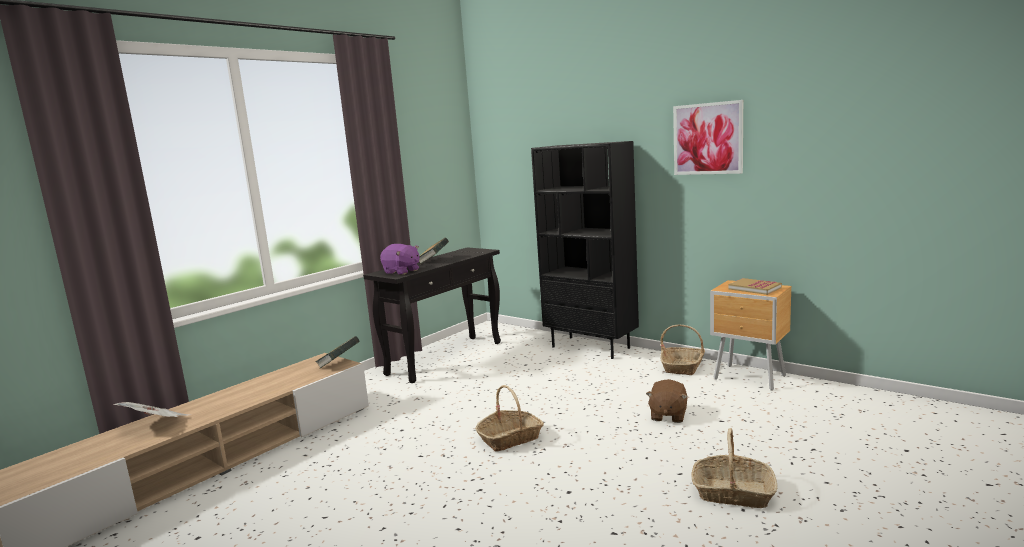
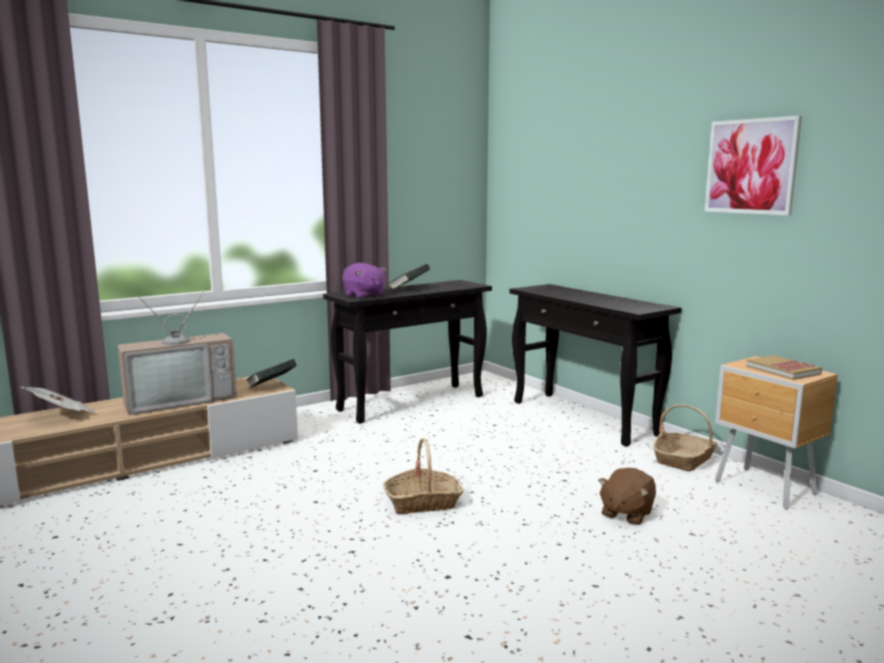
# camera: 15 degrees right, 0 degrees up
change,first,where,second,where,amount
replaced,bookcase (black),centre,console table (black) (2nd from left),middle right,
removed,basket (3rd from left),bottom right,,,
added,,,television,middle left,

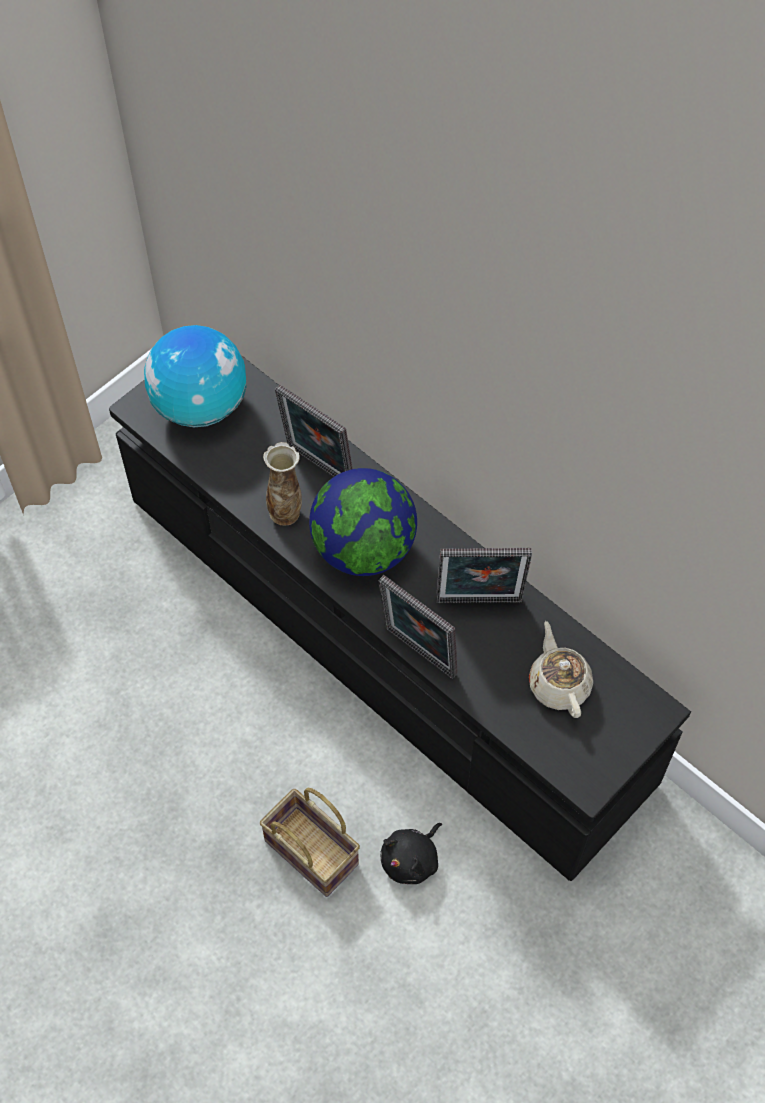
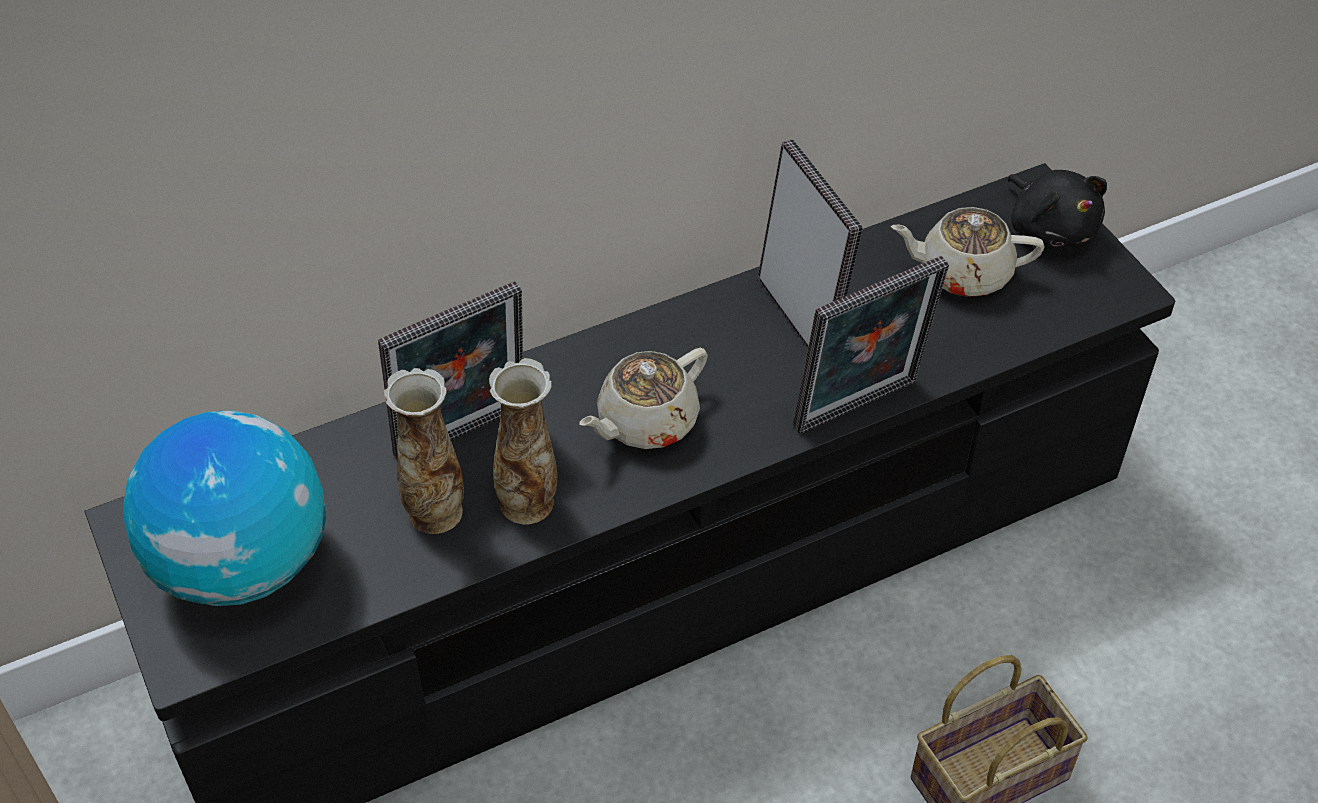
# camera: 70 degrees left, 10 degrees down
change,first,where,second,where,amount
replaced,globe (2nd from left),centre,teapot (beige) (1st from left),centre,
moved,plush toy (black),bottom centre,,top right,
turned,picture frame (3rd from left in the first image),centre,picture frame (2nd from left),top centre,45 degrees counterclockwise
added,,,vase (1st from left),middle left,

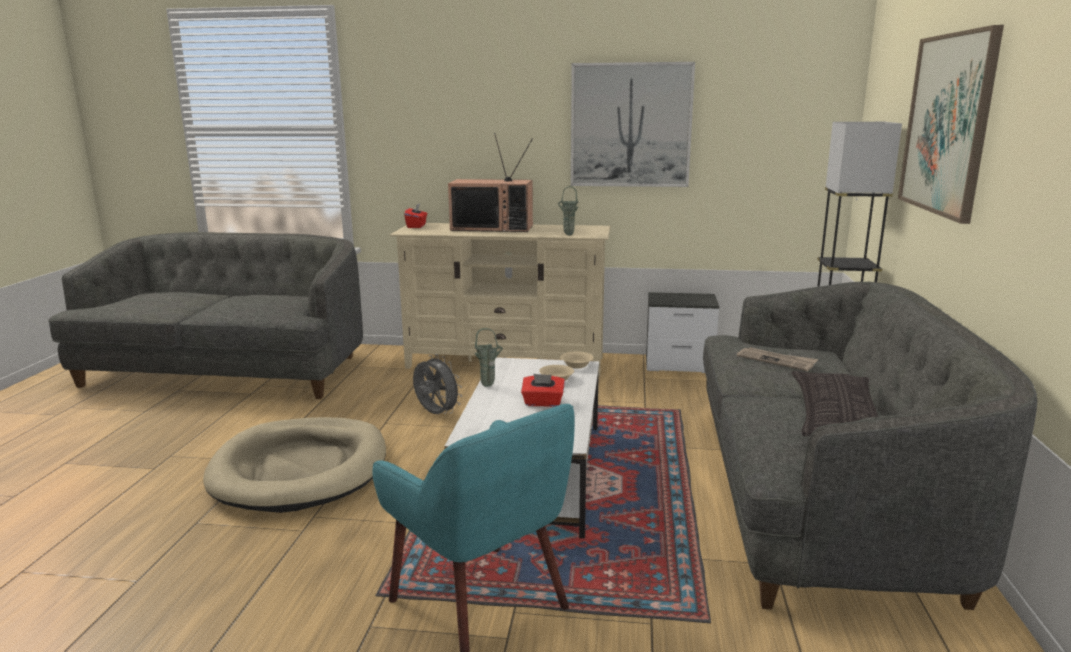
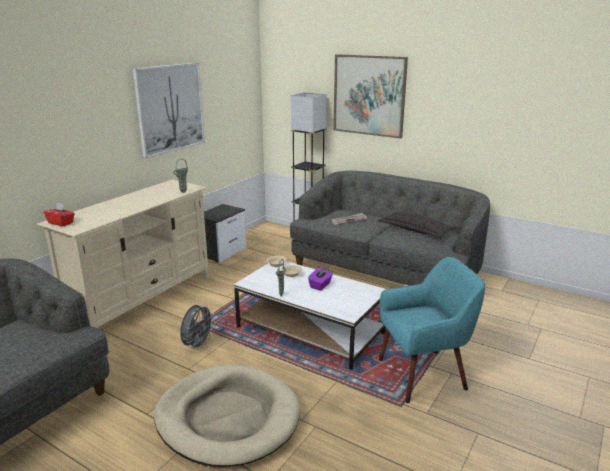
# camera: 65 degrees left, 5 degrees up
change,first,where,second,where,amount
turned,fan (grey),centre,,bottom left,135 degrees clockwise
removed,television,top centre,,,
recoloured,tissue box (red) (2nd from left),centre,tissue box (purple),centre,

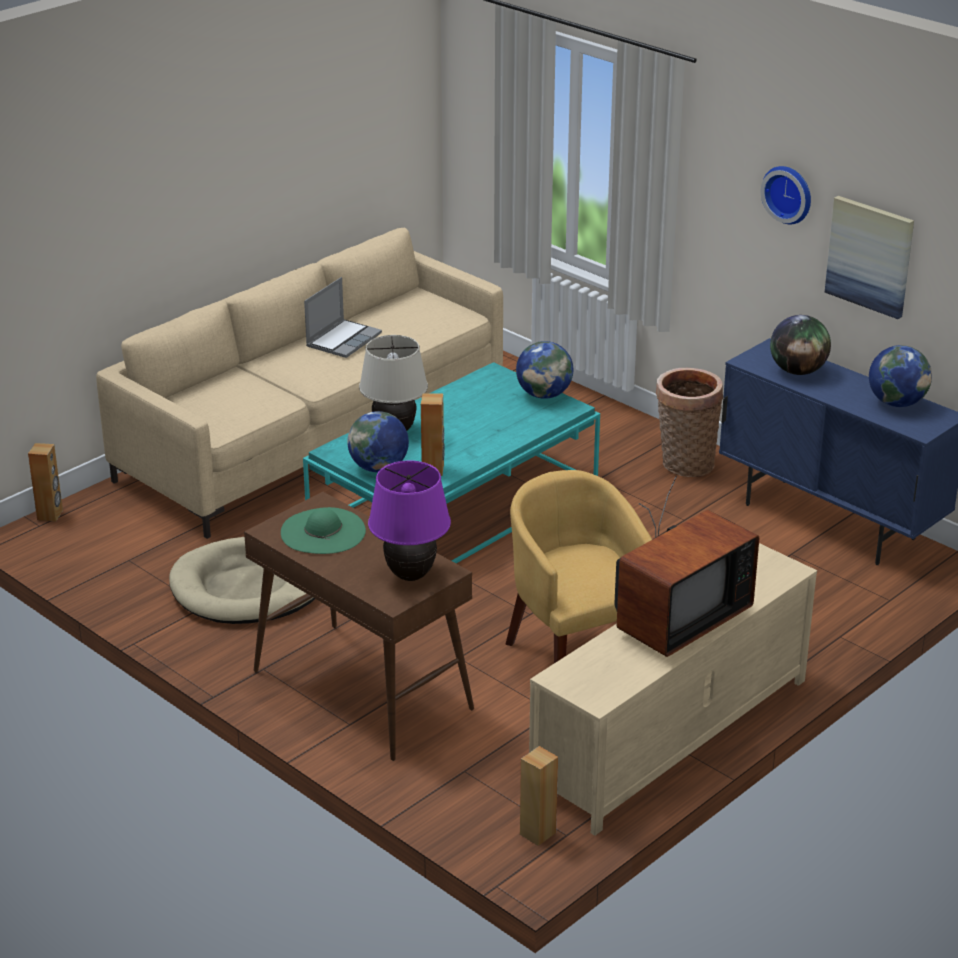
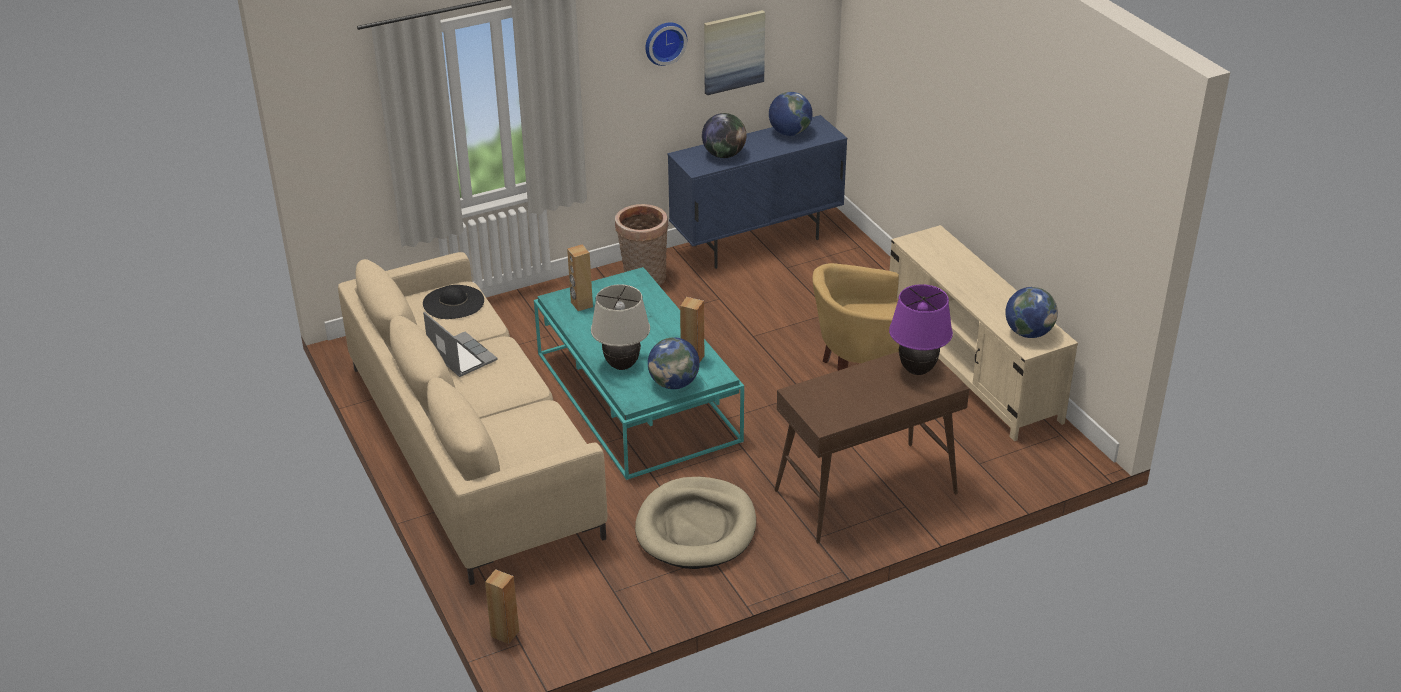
# camera: 70 degrees left, 5 degrees up
change,first,where,second,where,amount
removed,hat (green),centre,,,
moved,globe (2nd from left in the first image),centre,globe (4th from left),middle right,
moved,speaker (brown) (3rd from left in the first image),bottom centre,speaker (brown) (2nd from left),centre,
removed,television,middle right,,,
added,,,hat (black),middle left,

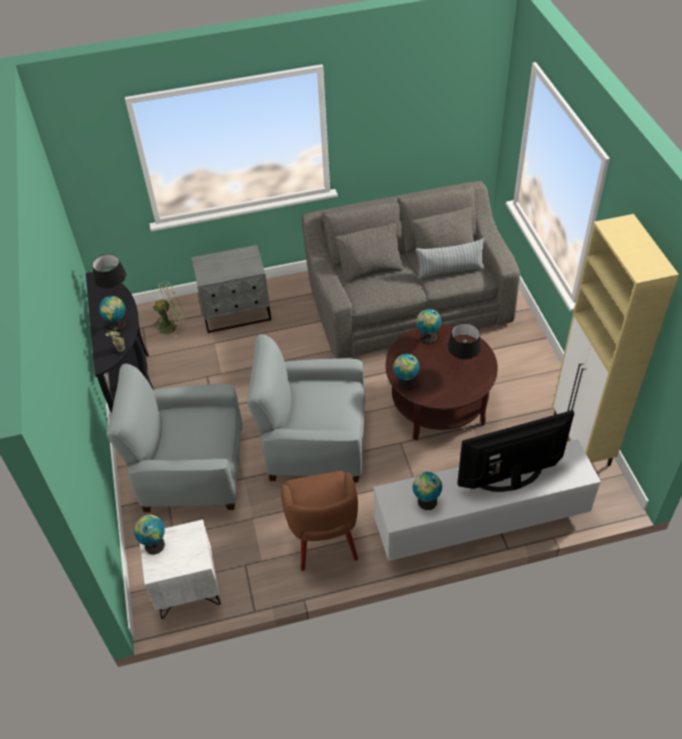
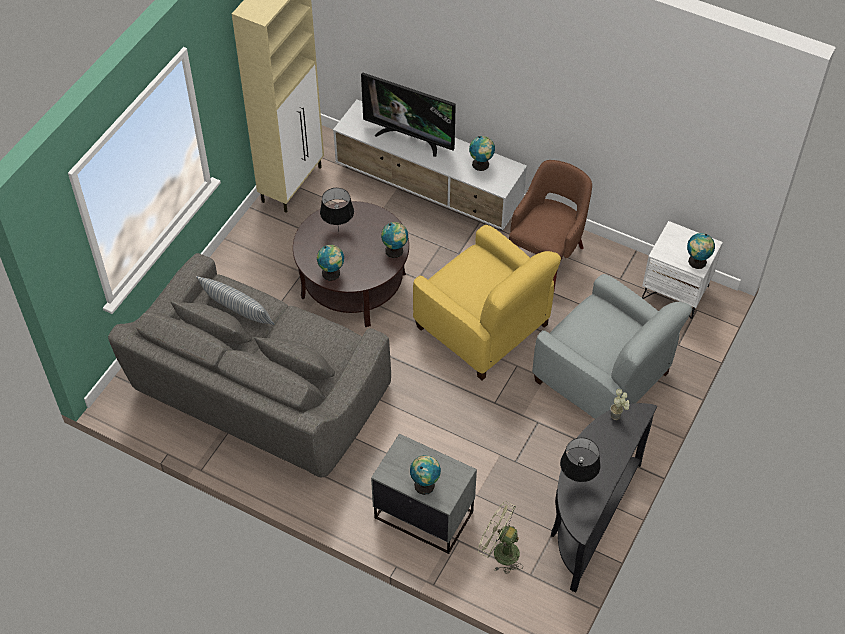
# camera: 140 degrees left, 5 degrees up
change,first,where,second,where,amount
moved,globe (1st from left in the first image),middle left,globe (3rd from left),bottom centre,
recoloured,armchair (grey) (2nd from left),centre,armchair (yellow),centre,

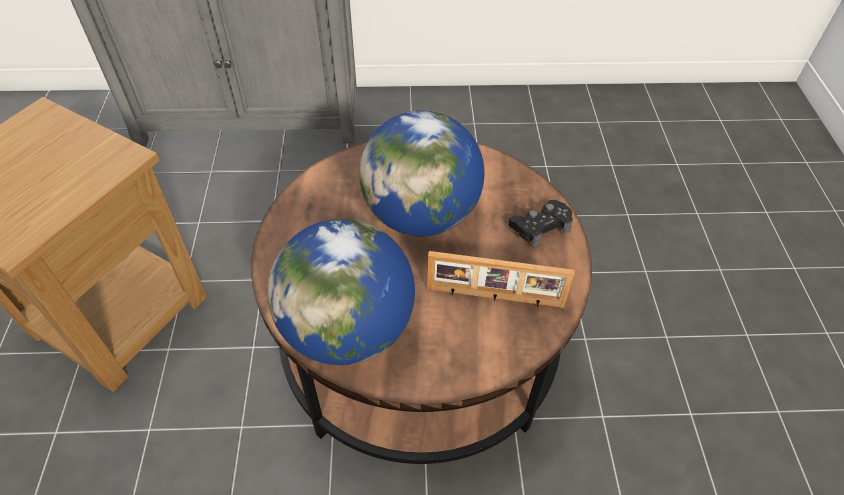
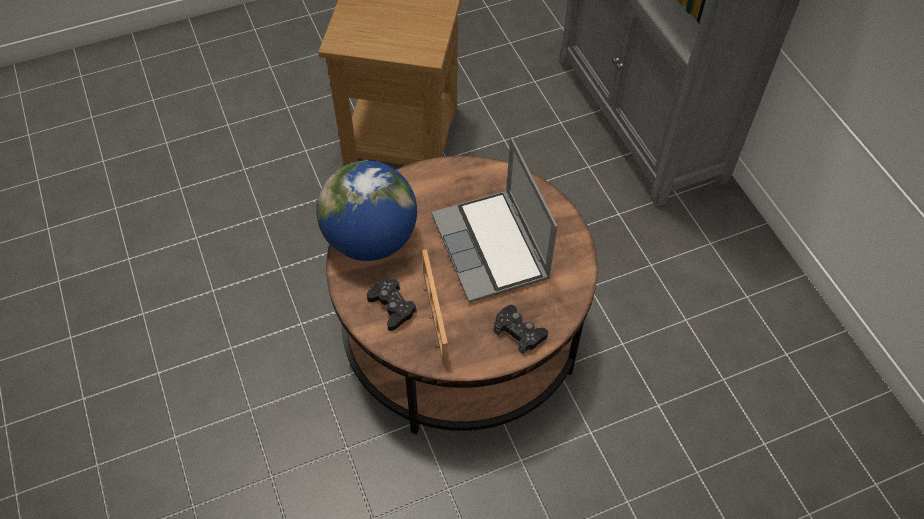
# camera: 70 degrees right, 5 degrees up
change,first,where,second,where,amount
replaced,globe (2nd from left),centre,laptop,centre,
added,,,game controller (black) (1st from left),centre,

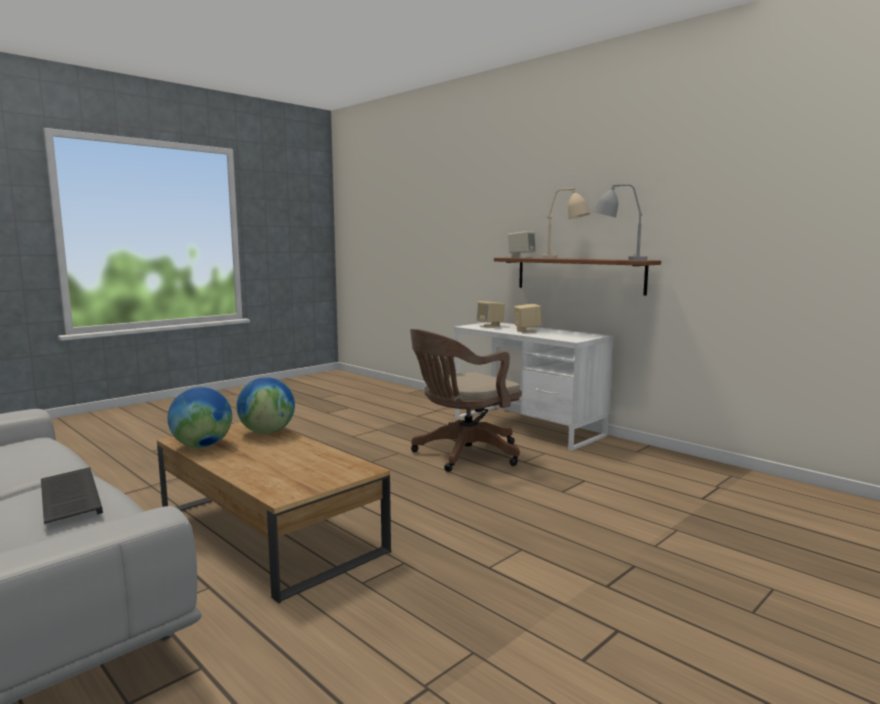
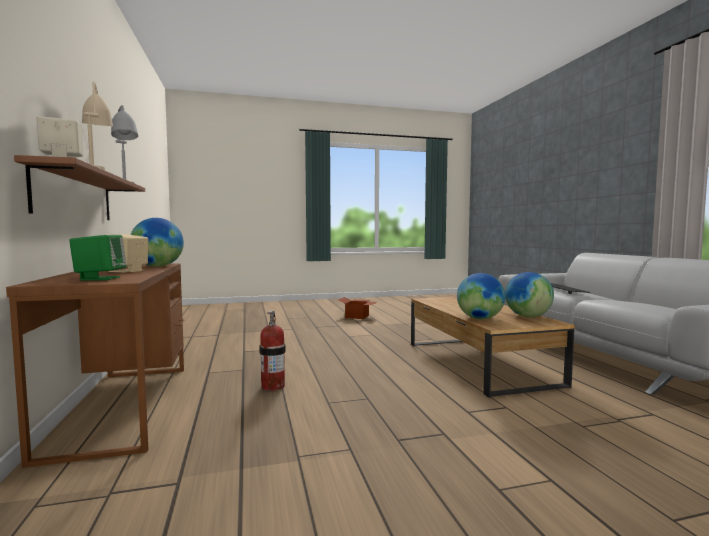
# camera: 150 degrees left, 5 degrees down
change,first,where,second,where,amount
replaced,office chair (brown),centre,fire extinguisher,centre,
recoloured,desk (white),centre,desk (brown),bottom left,
recoloured,speaker (beige) (1st from left),centre,speaker (green),middle left,
added,,,globe (1st from left),middle left,
added,,,cardboard box,centre,

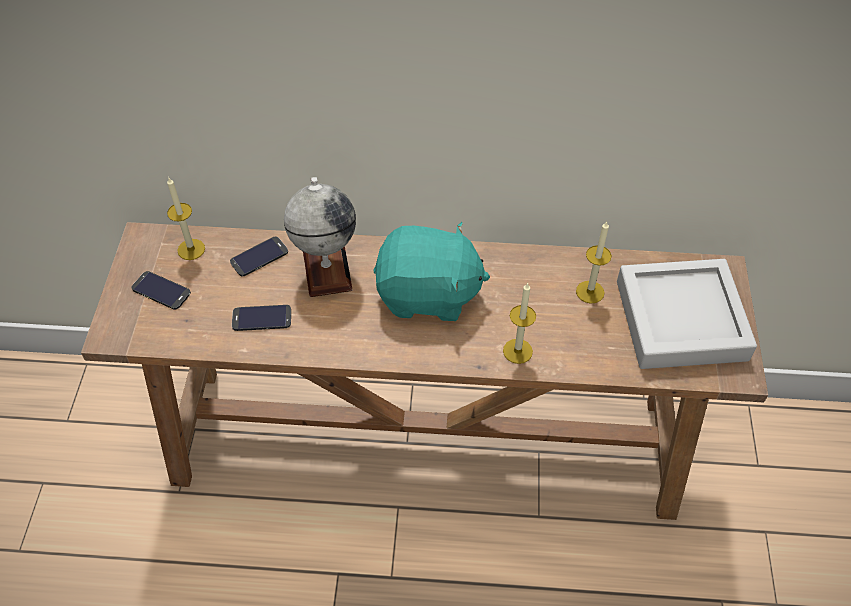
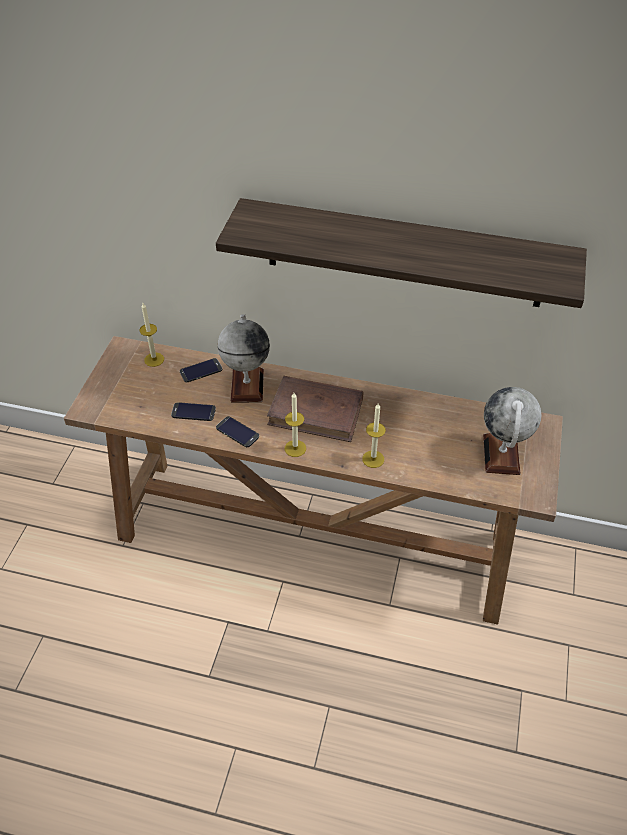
# camera: 10 degrees right, 5 degrees down
change,first,where,second,where,amount
moved,phone (1st from left in the first image),middle left,phone (3rd from left),centre,
replaced,plush toy (turquoise),centre,book (brown),centre,
moved,candle (3rd from left in the first image),middle right,candle (2nd from left),centre,
replaced,tray (grey),middle right,globe (2nd from left),middle right,
added,,,shelf,top centre,

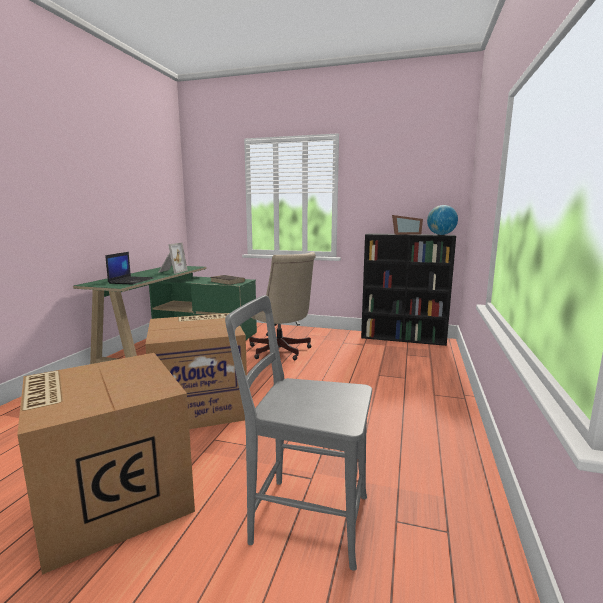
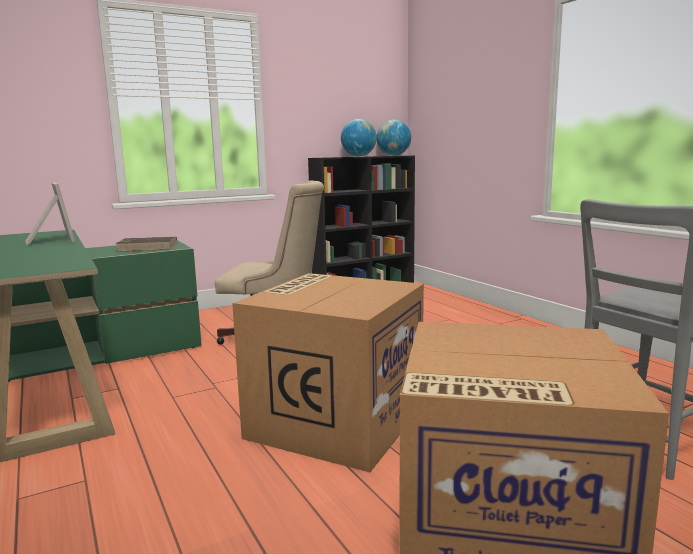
# camera: 45 degrees left, 0 degrees up
change,first,where,second,where,amount
removed,laptop,middle left,,,
replaced,picture frame (2nd from left),middle right,globe (1st from left),top centre,

